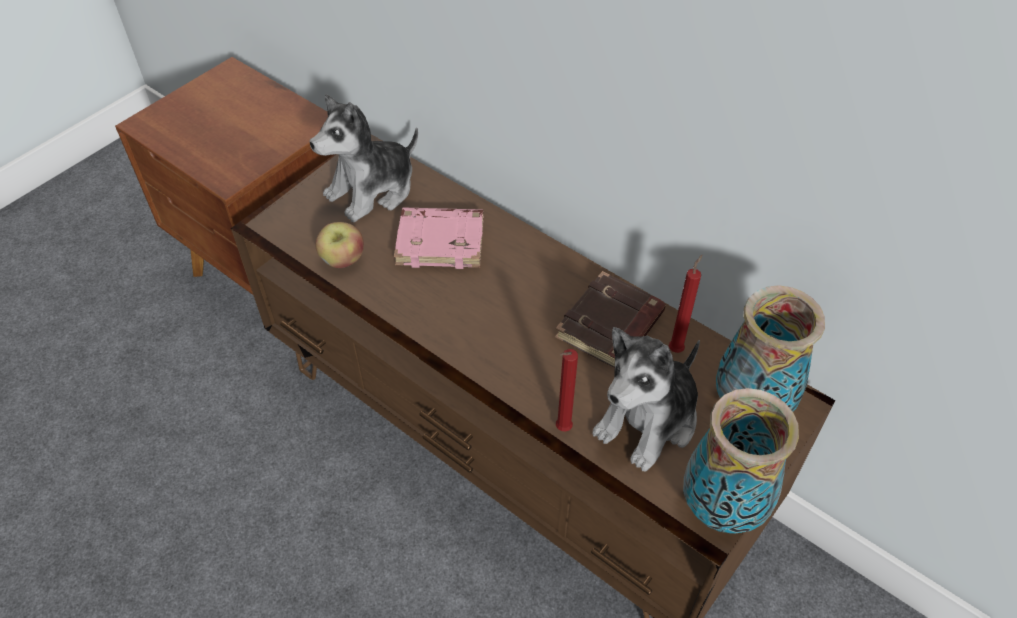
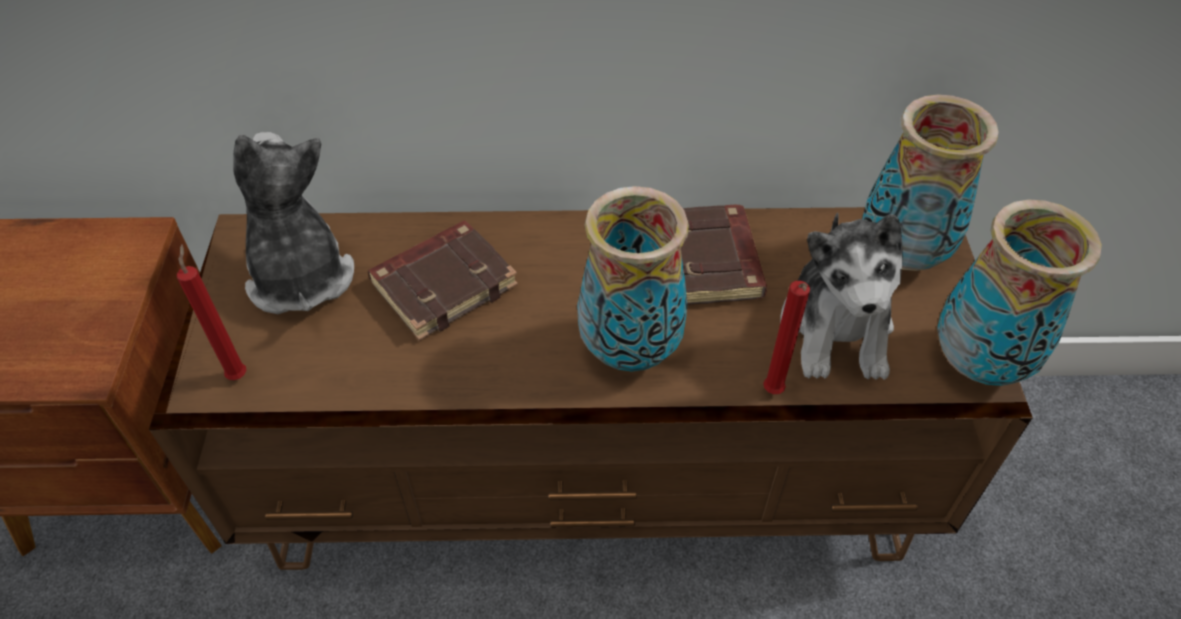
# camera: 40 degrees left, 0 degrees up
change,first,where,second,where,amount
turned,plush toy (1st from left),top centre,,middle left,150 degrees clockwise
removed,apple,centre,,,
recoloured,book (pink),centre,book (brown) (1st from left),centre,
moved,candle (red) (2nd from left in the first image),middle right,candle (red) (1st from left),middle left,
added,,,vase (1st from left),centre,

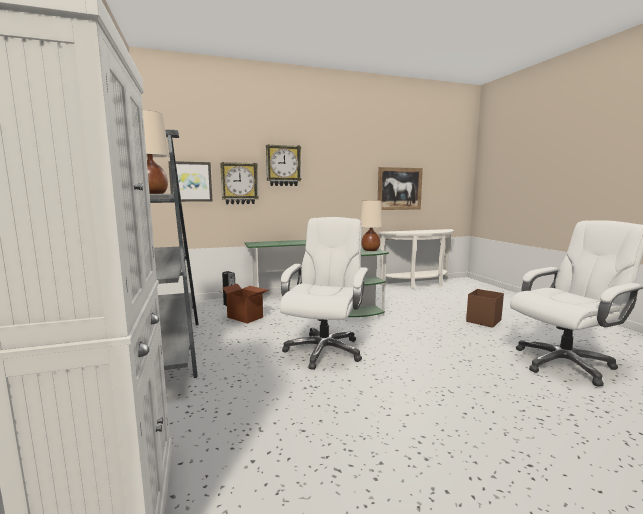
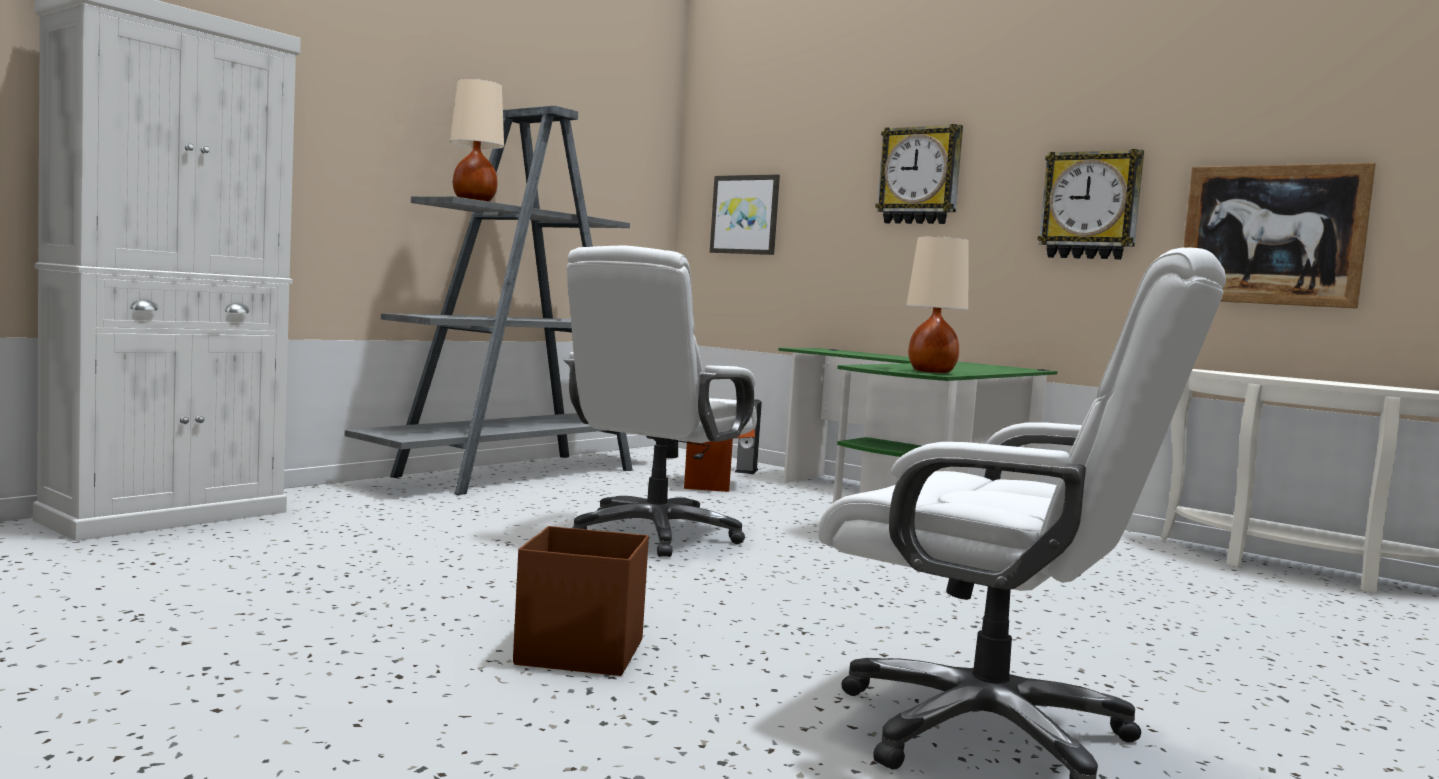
# camera: 55 degrees right, 5 degrees down
change,first,where,second,where,amount
moved,wall clock (1st from left in the first image),centre,wall clock (2nd from left),top right,
turned,office chair (white) (1st from left),centre,,centre,135 degrees clockwise
moved,storage box (brown),middle right,,bottom centre,

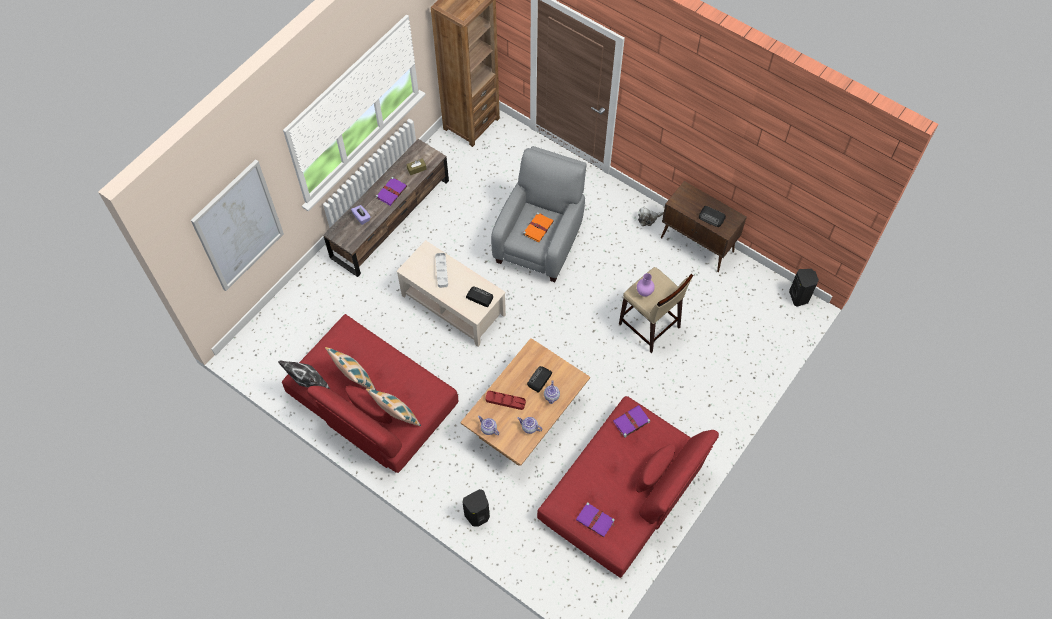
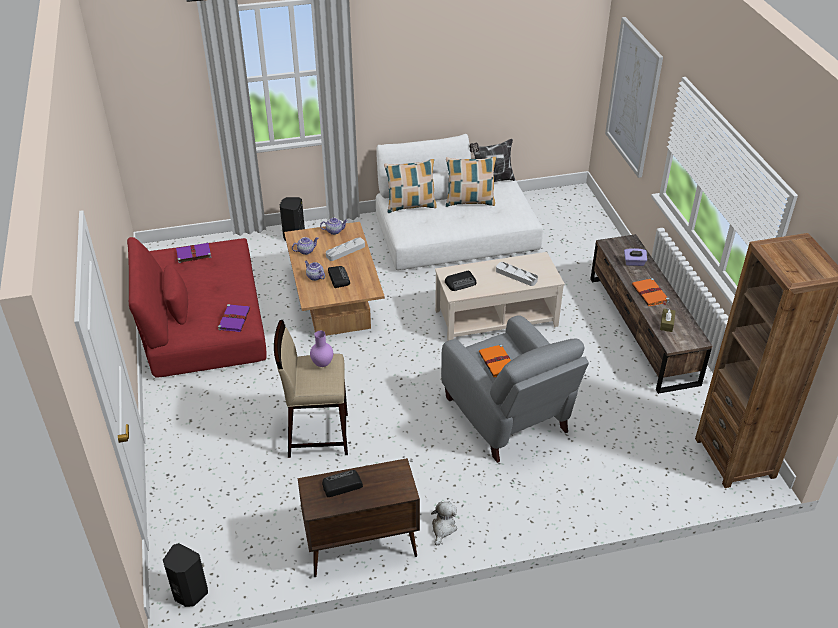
# camera: 130 degrees right, 20 degrees down
change,first,where,second,where,amount
recoloured,sofa (red) (1st from left),centre,sofa (white),top centre,
recoloured,book (purple) (1st from left),top centre,book (orange) (2nd from left),middle right,
recoloured,tray (red),centre,tray (grey) (1st from left),centre,

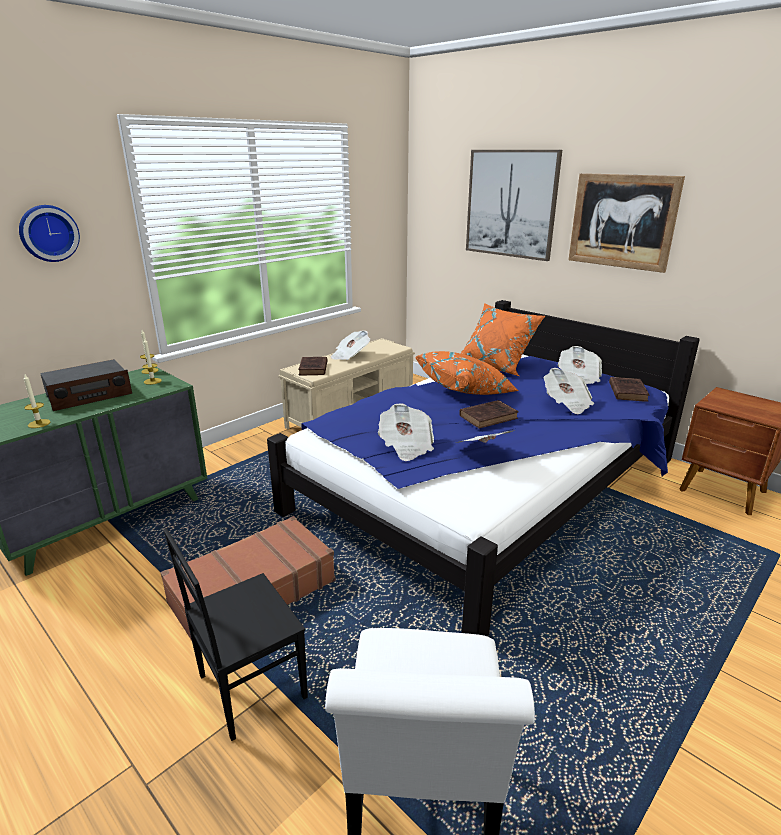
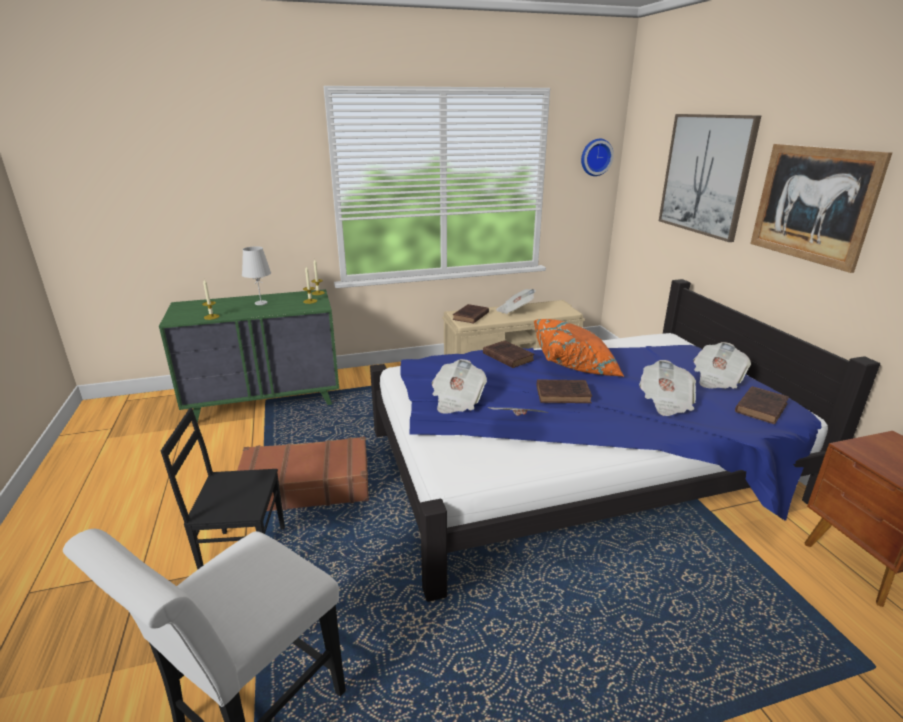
# camera: 30 degrees right, 0 degrees up
change,first,where,second,where,amount
moved,wall clock,top left,,top centre,
replaced,radio,middle left,table lamp (white),middle left,
removed,pillow (orange) (2nd from left),centre,,,
added,,,book (brown) (2nd from left),centre,

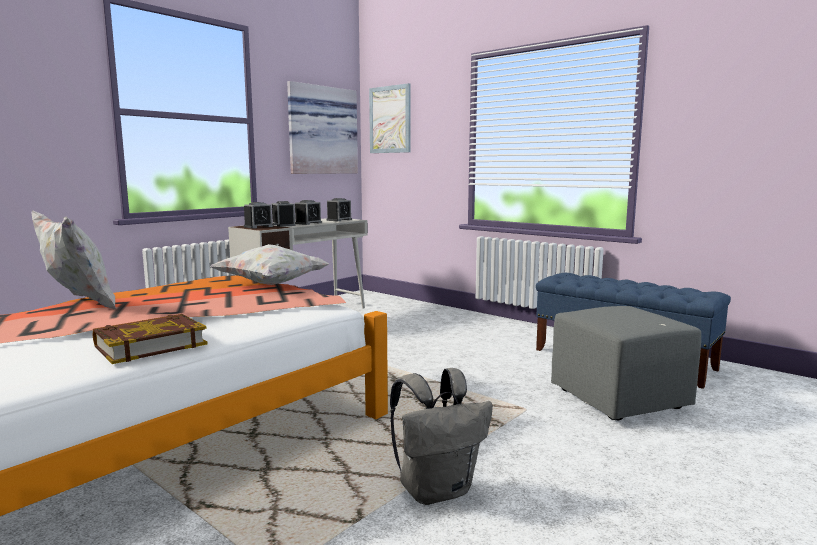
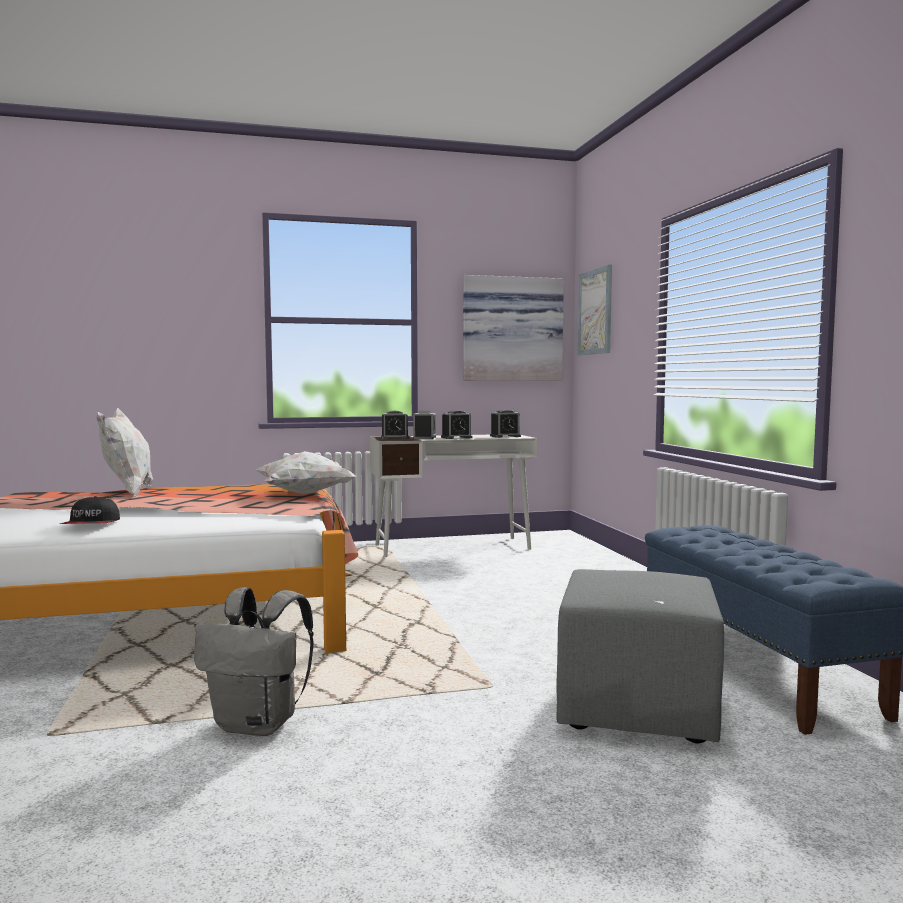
# camera: 35 degrees right, 5 degrees down
change,first,where,second,where,amount
replaced,book,middle left,cap,middle left,

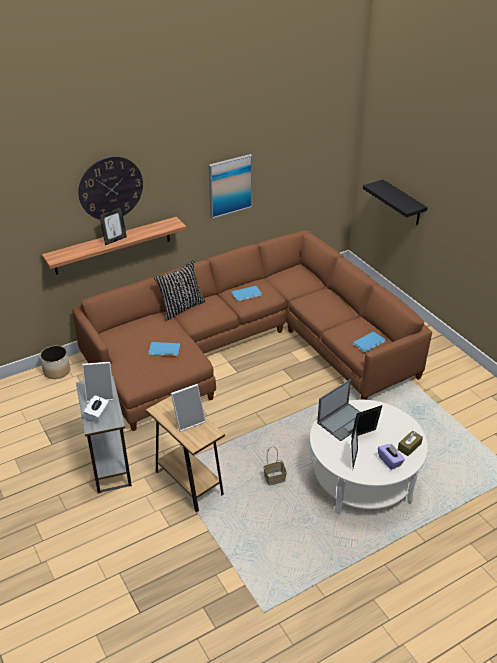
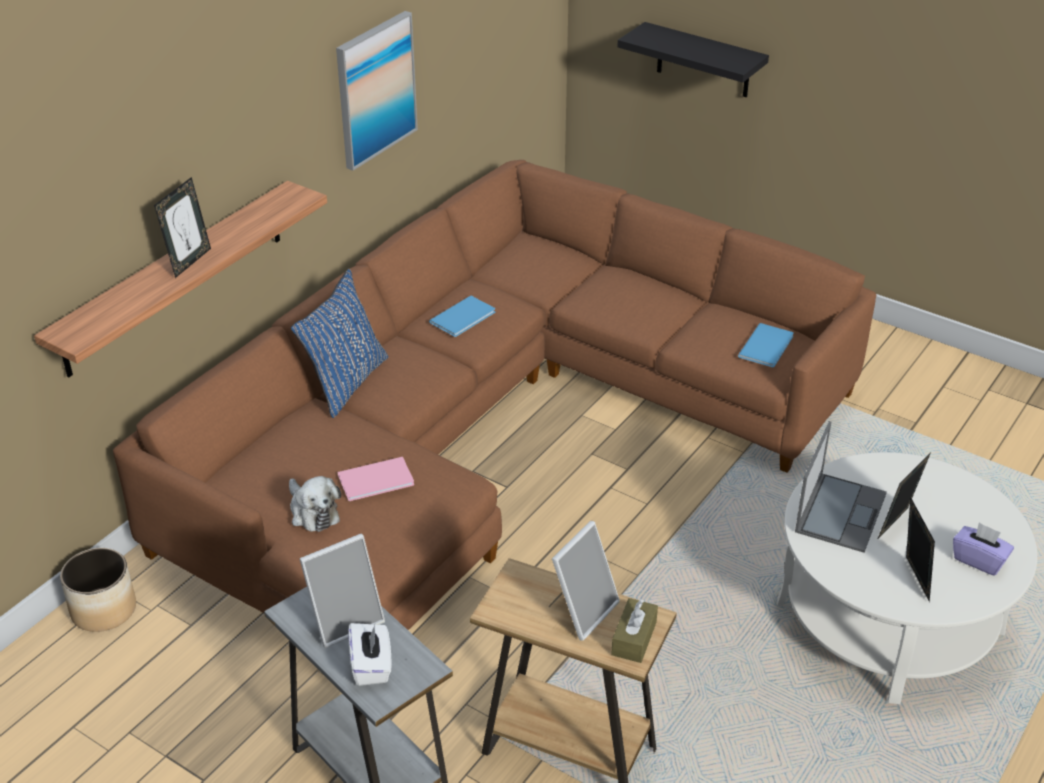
# camera: 25 degrees left, 0 degrees up
change,first,where,second,where,amount
removed,wall clock,top left,,,
recoloured,book (blue) (1st from left),middle left,book (pink),centre,
recoloured,pillow (black),centre,pillow (blue),middle left,
removed,basket,bottom centre,,,
moved,tissue box (brown),bottom right,,bottom centre,
added,,,plush toy,middle left,

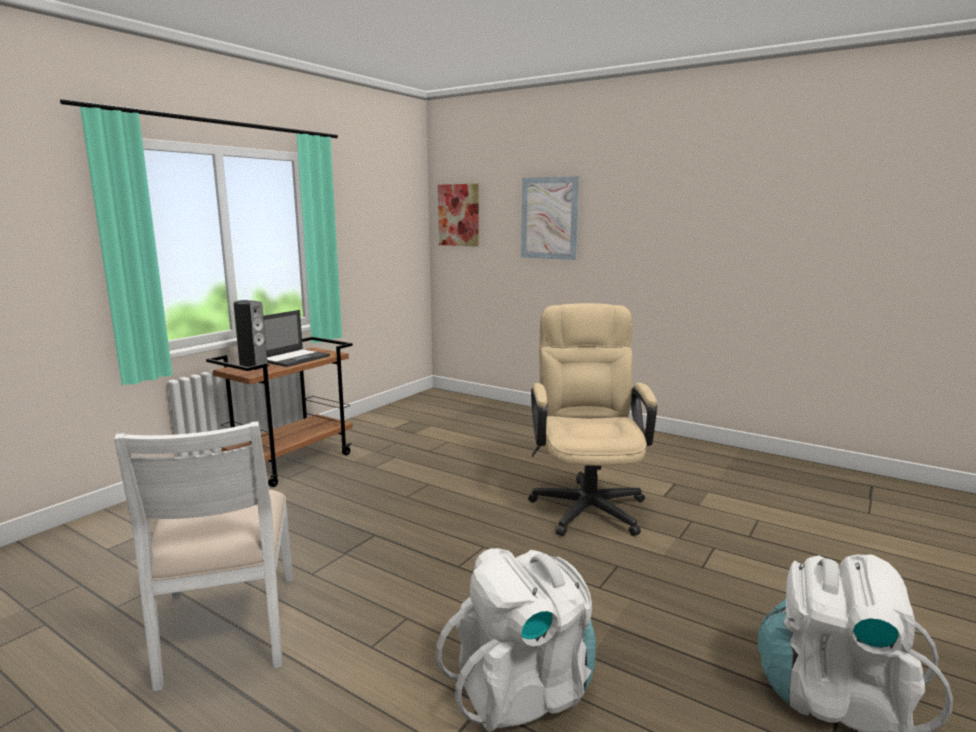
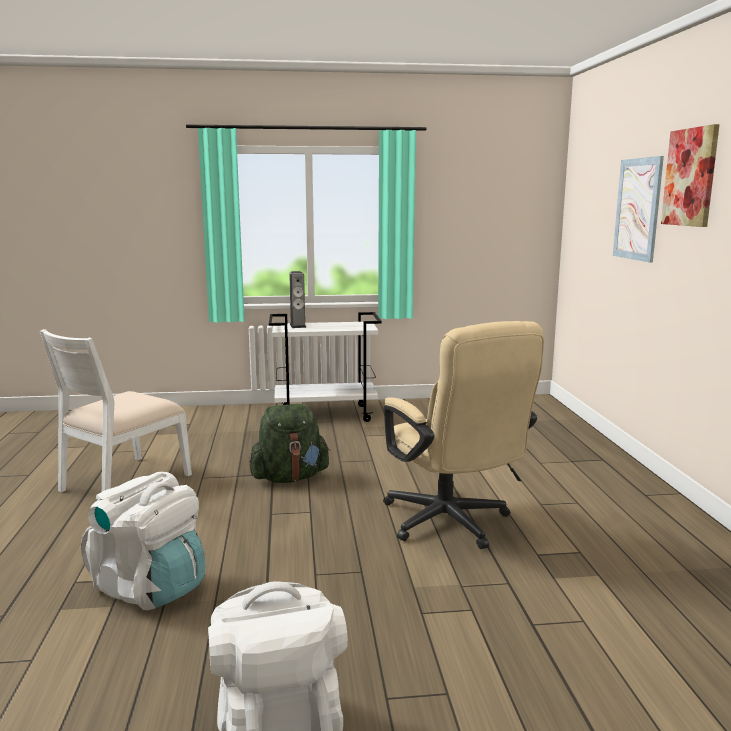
# camera: 50 degrees right, 0 degrees up
change,first,where,second,where,amount
recoloured,cart (brown),middle left,cart (white),centre,
removed,laptop,middle left,,,
moved,picture (1st from left in the first image),top centre,picture (2nd from left),top right,
turned,office chair (beige),centre,,centre,105 degrees clockwise
added,,,backpack (green),centre,

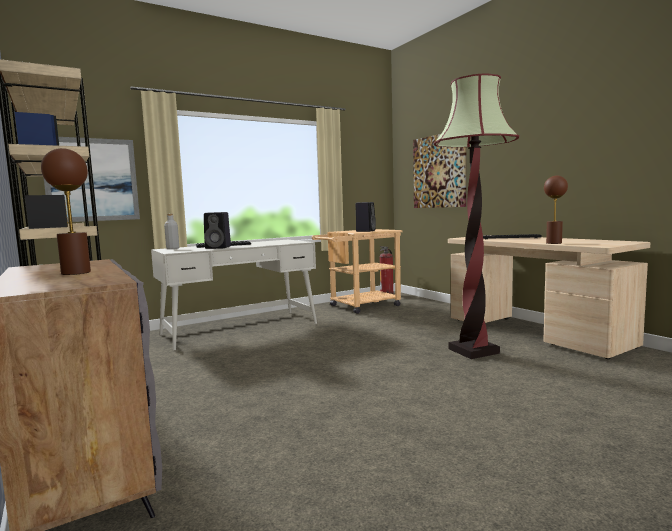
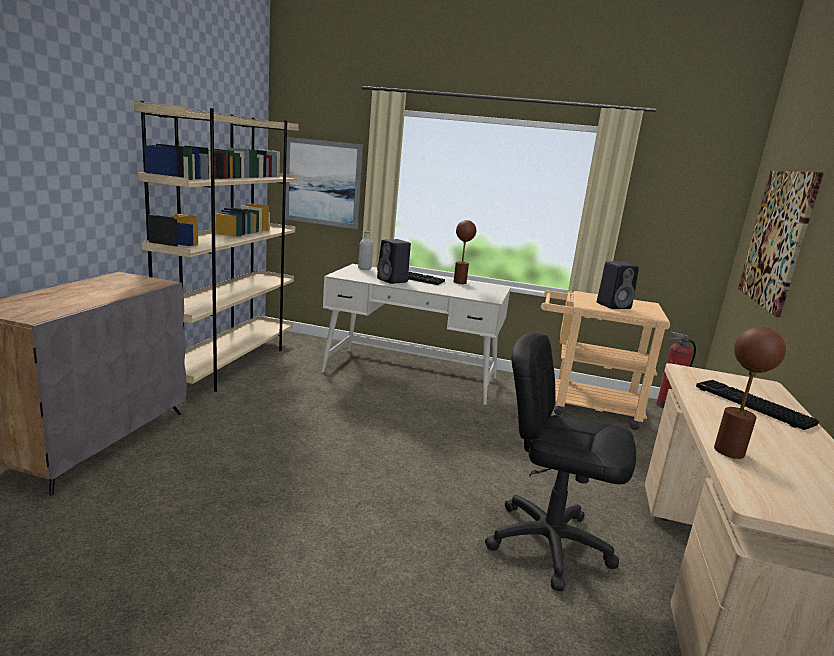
# camera: 45 degrees right, 10 degrees up
change,first,where,second,where,amount
moved,table lamp (brown) (1st from left),middle left,,centre,
replaced,floor lamp,middle right,office chair (black),bottom right,

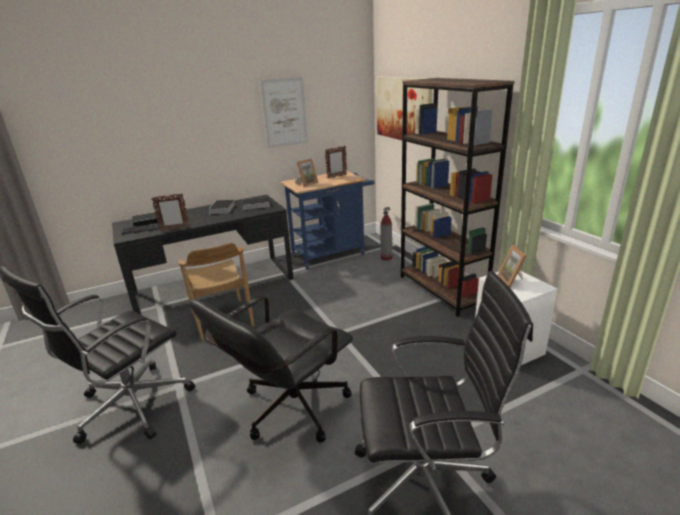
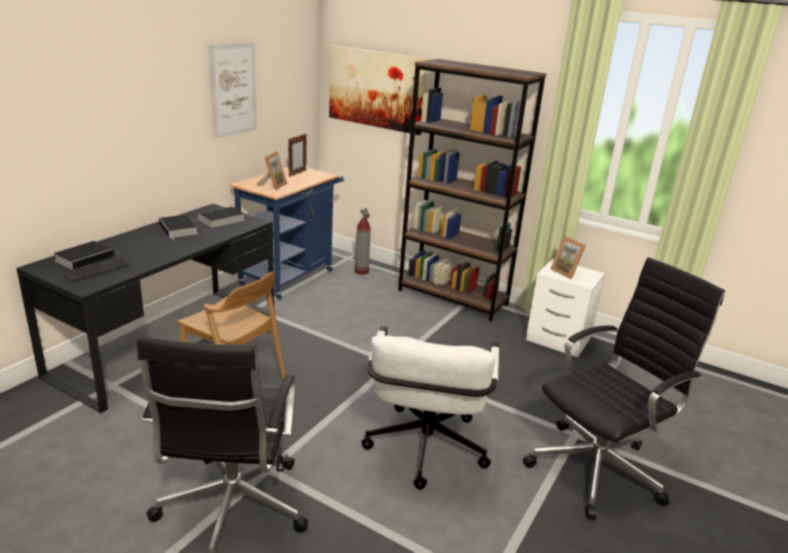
# camera: 35 degrees left, 0 degrees up
change,first,where,second,where,amount
removed,picture frame (1st from left),middle left,,,
recoloured,office chair (black) (2nd from left),bottom centre,office chair (white),bottom centre,

